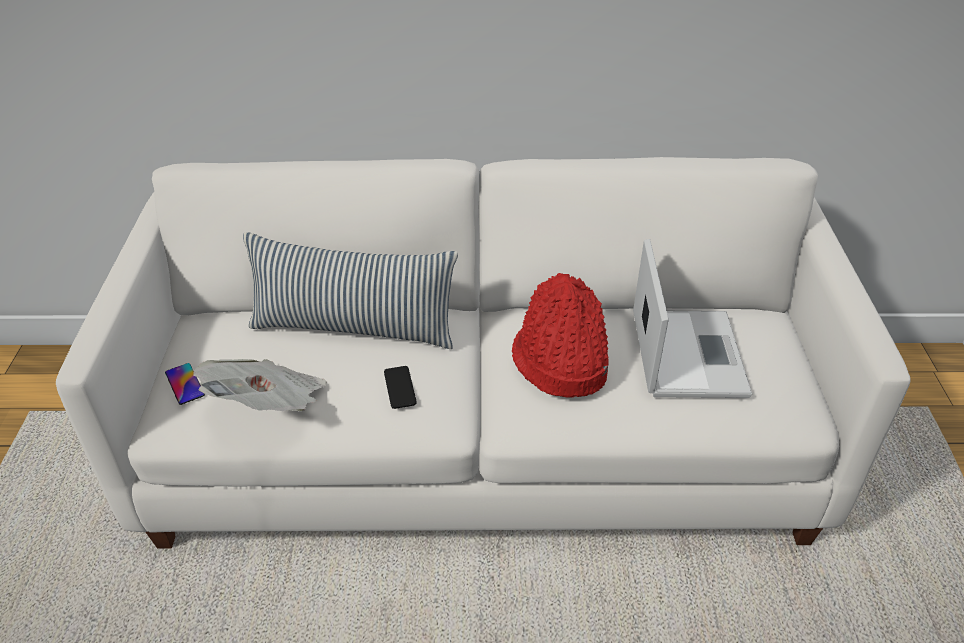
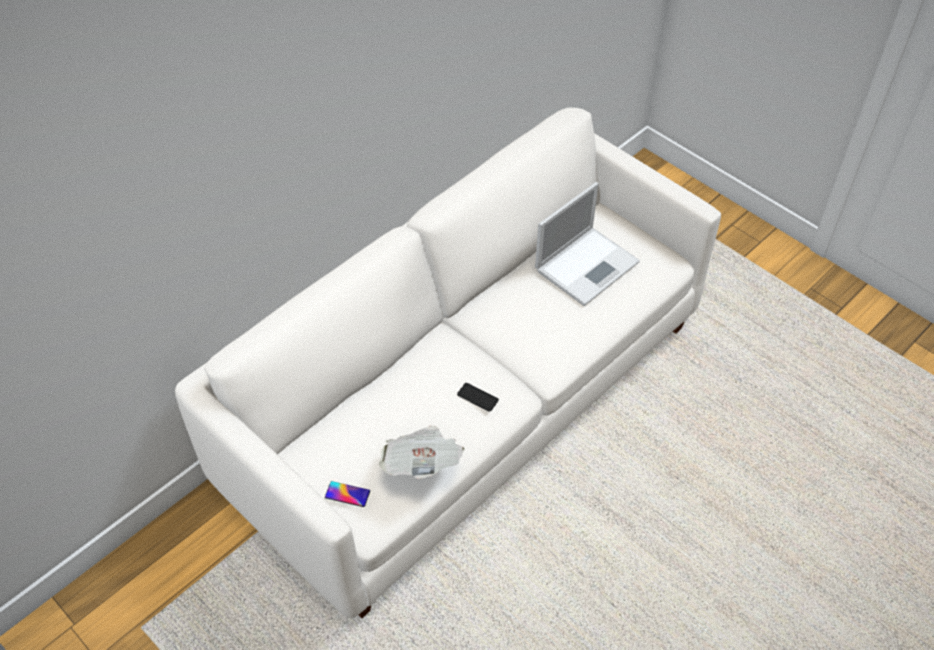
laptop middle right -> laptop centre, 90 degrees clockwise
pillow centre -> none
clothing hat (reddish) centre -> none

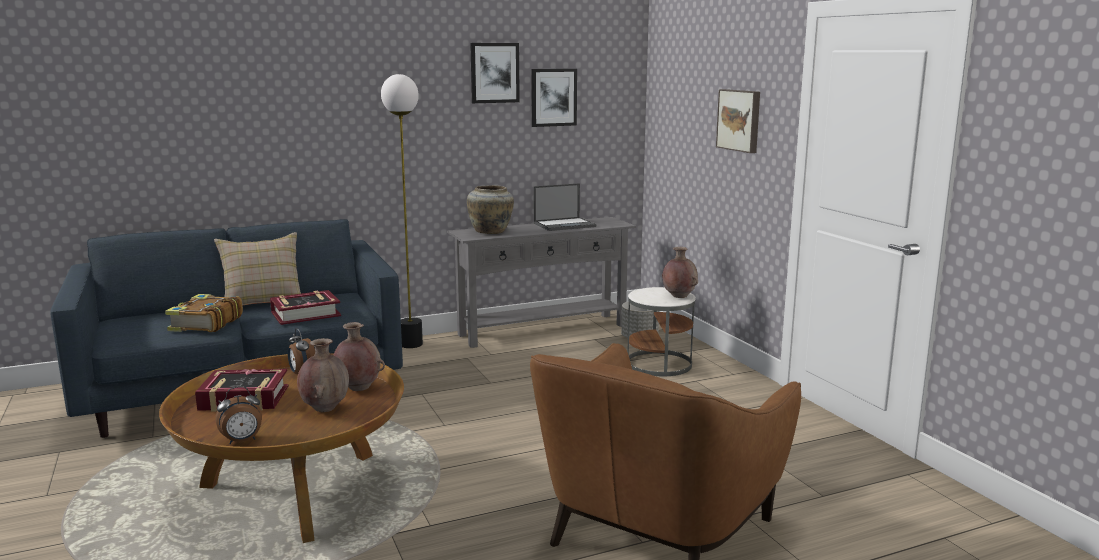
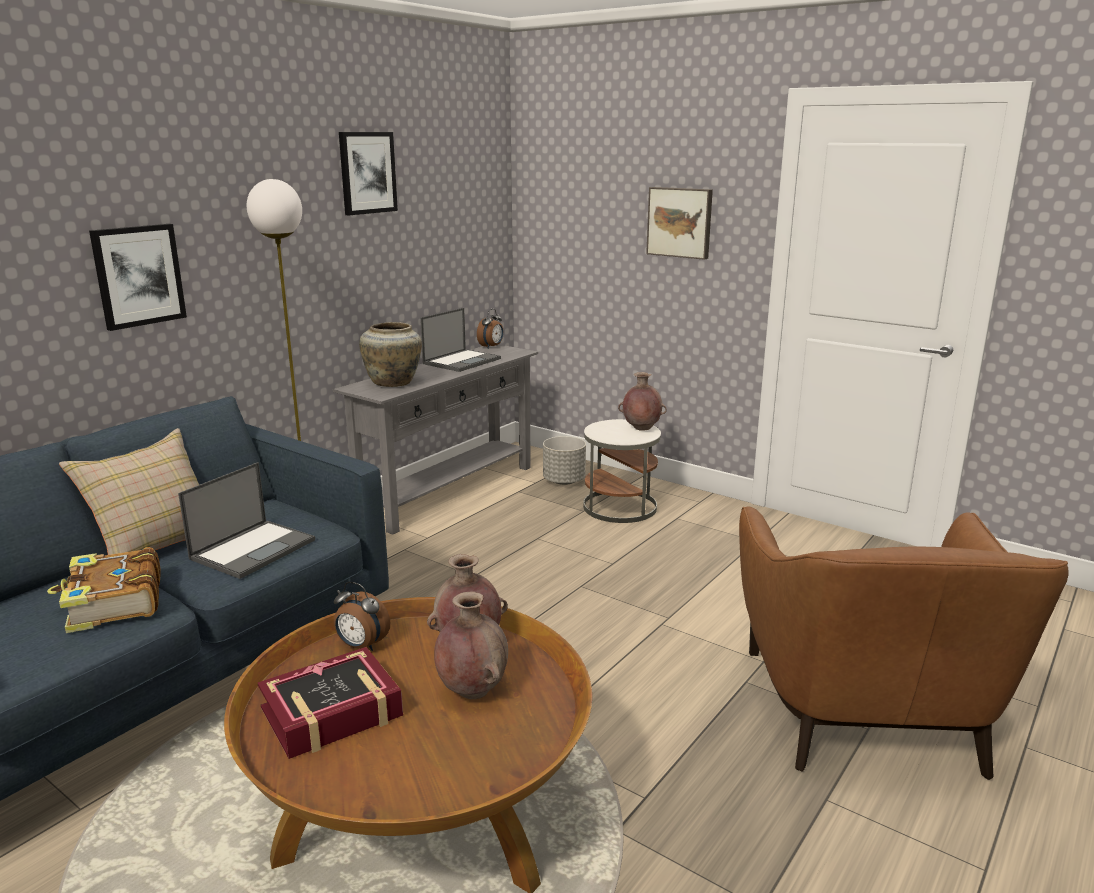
wall picture (2nd from left in the first image) top centre -> wall picture (1st from left) top left, moved
book (3rd from left) middle left -> laptop (1st from left) middle left
table clock (1st from left in the first image) bottom left -> table clock (2nd from left) centre, moved

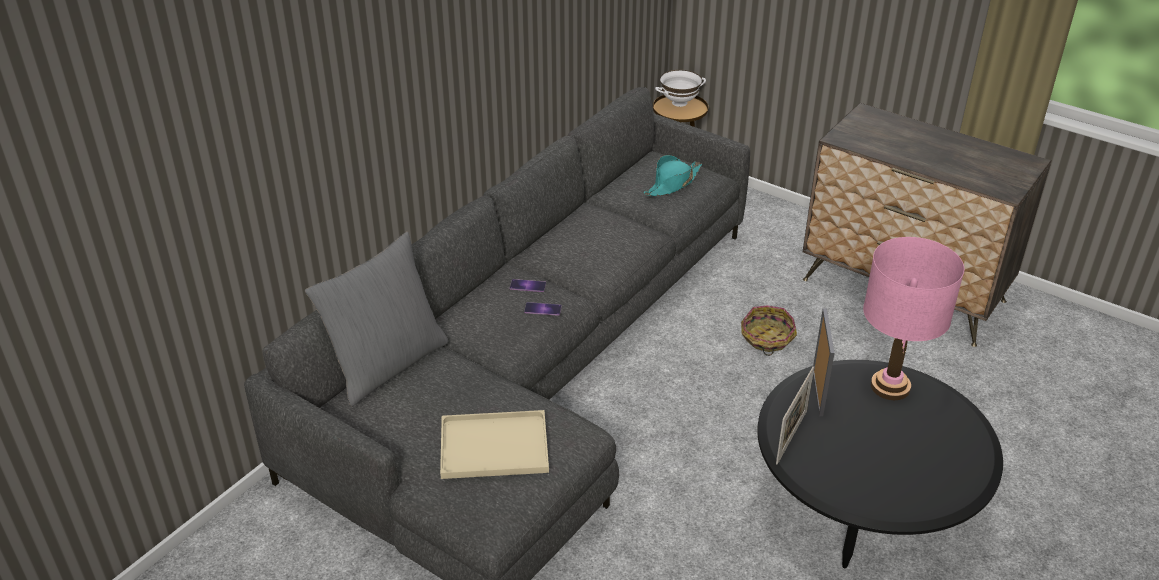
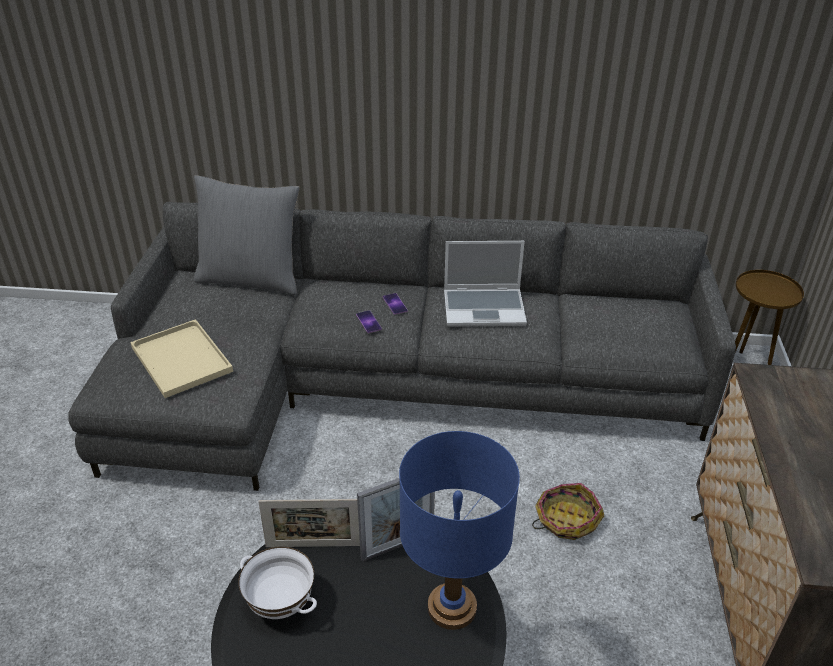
serving bowl (white) top centre -> serving bowl (white) bottom left, moved
tabletop lamp (pink-coloured) middle right -> tabletop lamp (bluish) bottom centre
none -> laptop centre
clothing hat (turquoise) top centre -> none

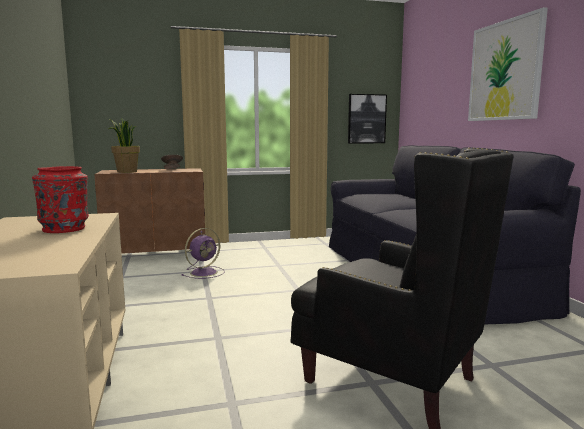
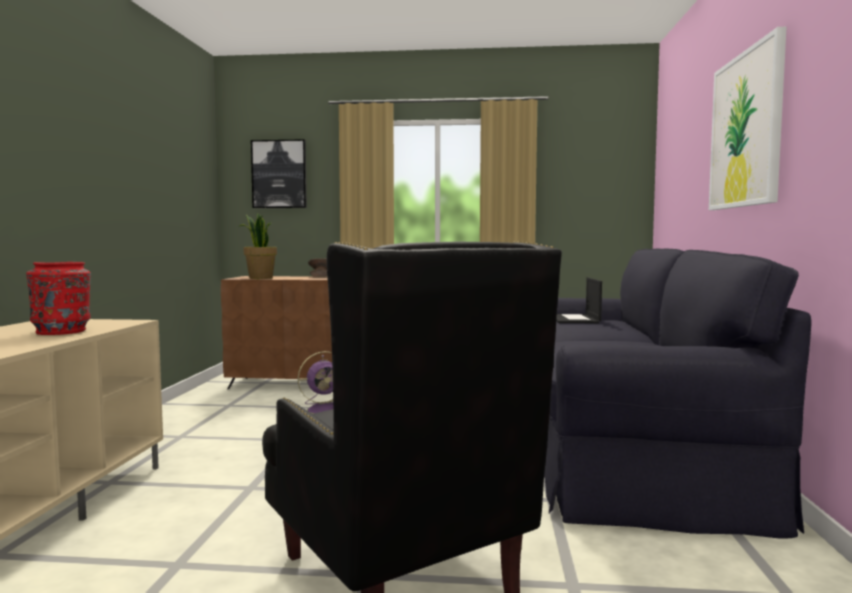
wall picture (1st from left) top centre -> wall picture (1st from left) top left, moved
none -> laptop middle right

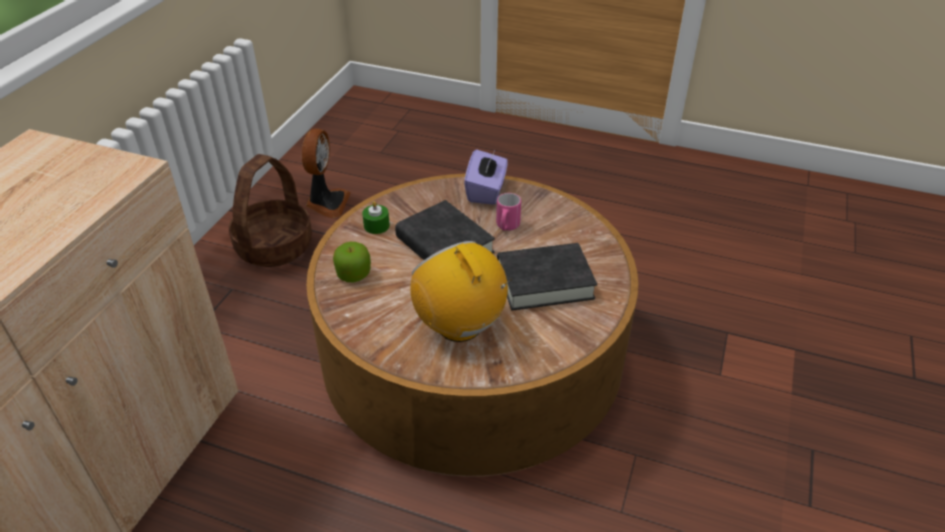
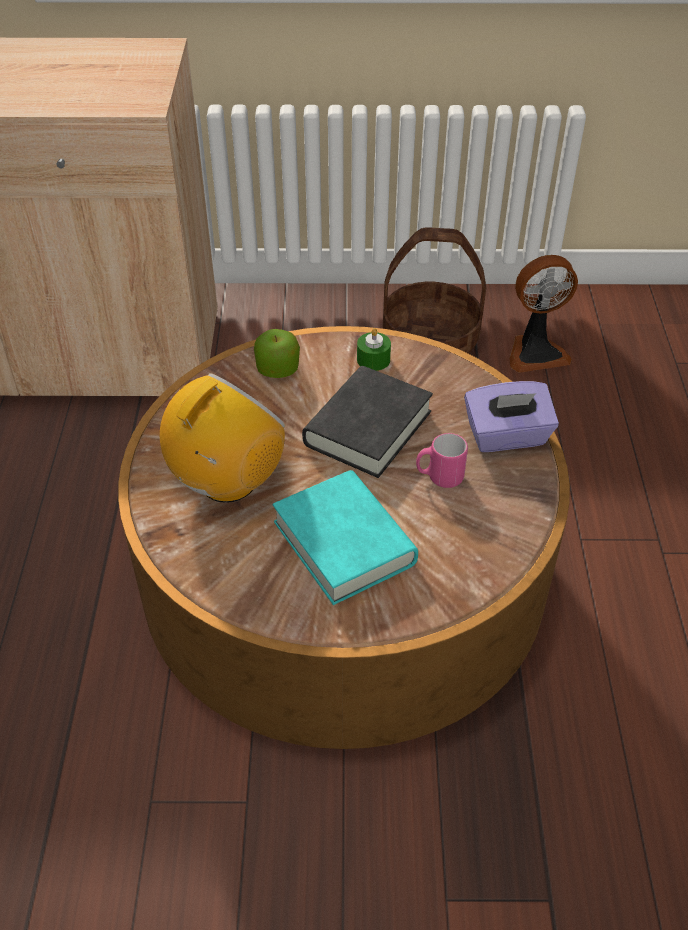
book (blackish) (2nd from left) centre -> book (turquoise) centre

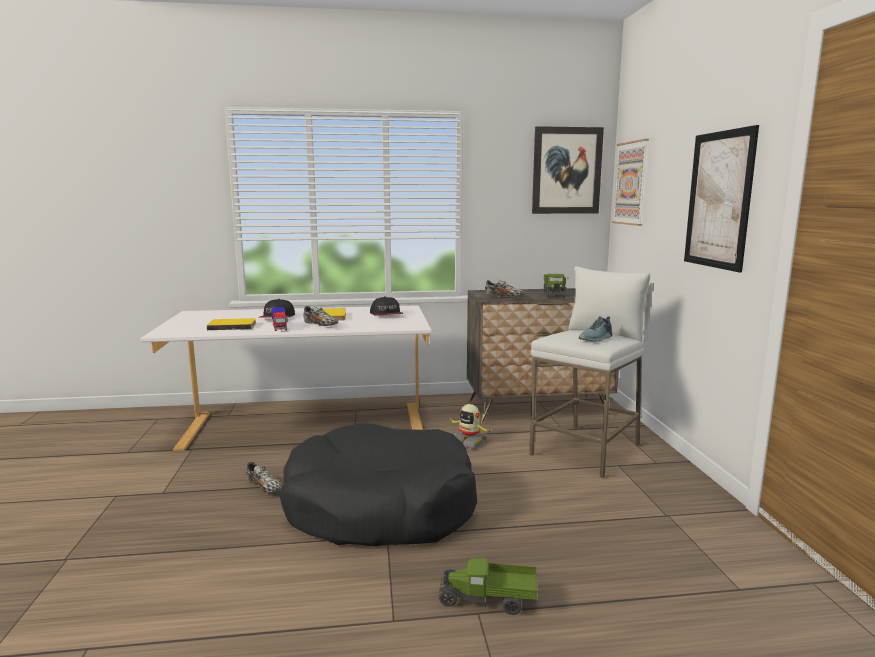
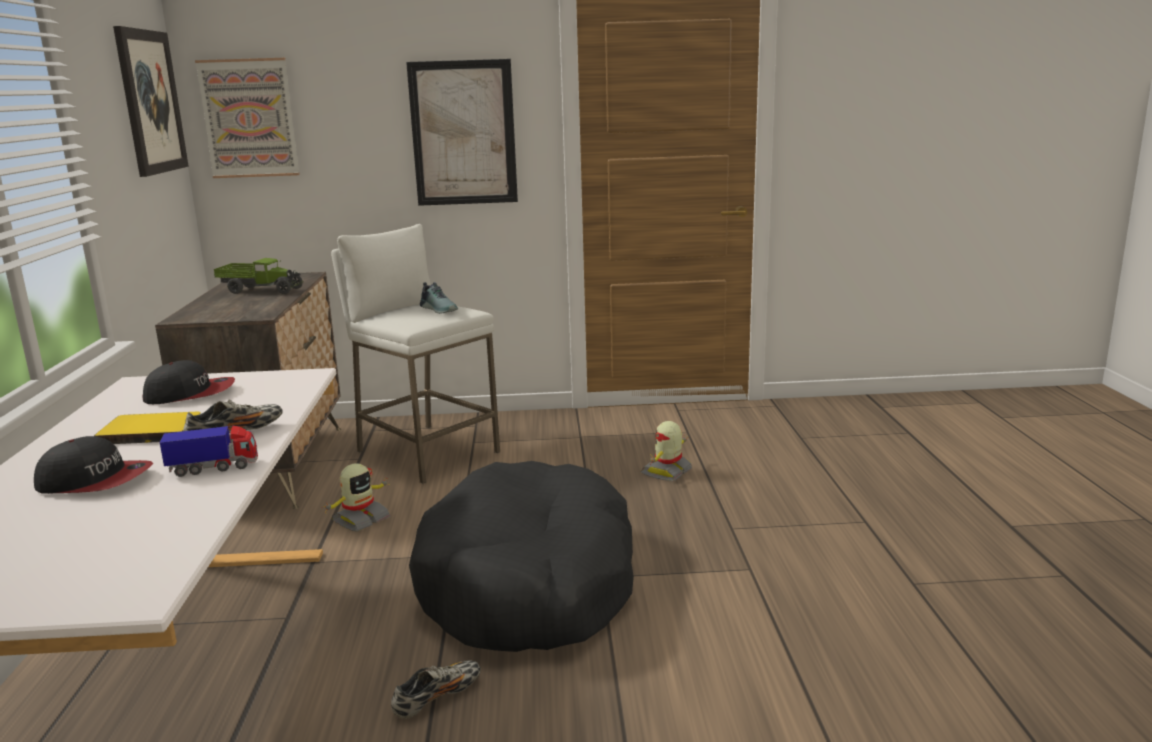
none -> model robot (2nd from left) centre
book (yellow-coloured) (1st from left) middle left -> none
toy truck (2nd from left) bottom centre -> none
low shoe (3rd from left) centre -> none

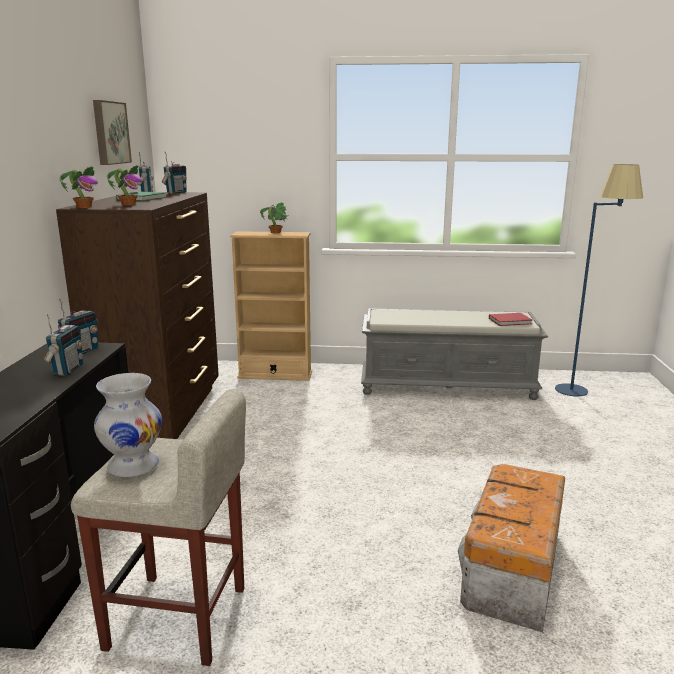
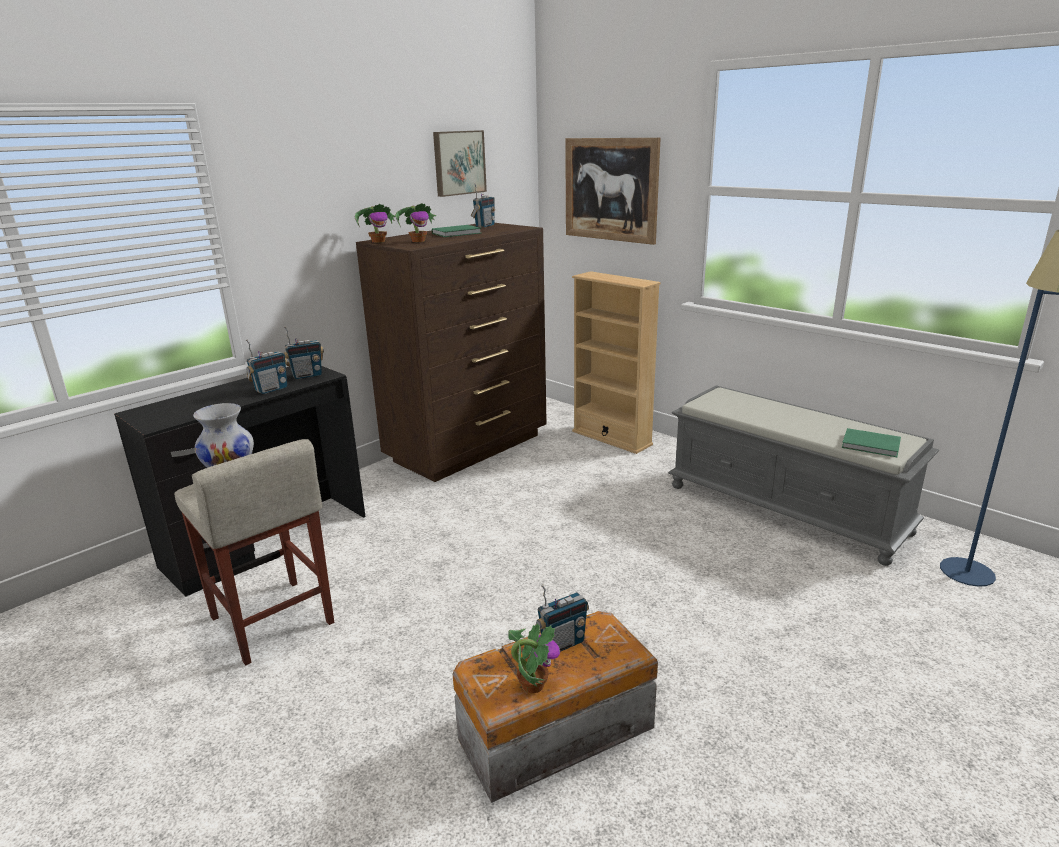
potted plant (3rd from left) top centre -> potted plant (3rd from left) bottom centre, moved
radio receiver (4th from left) top left -> radio receiver (4th from left) bottom centre, moved
none -> wall picture (2nd from left) top centre
book (reddish) middle right -> book (green) (2nd from left) middle right

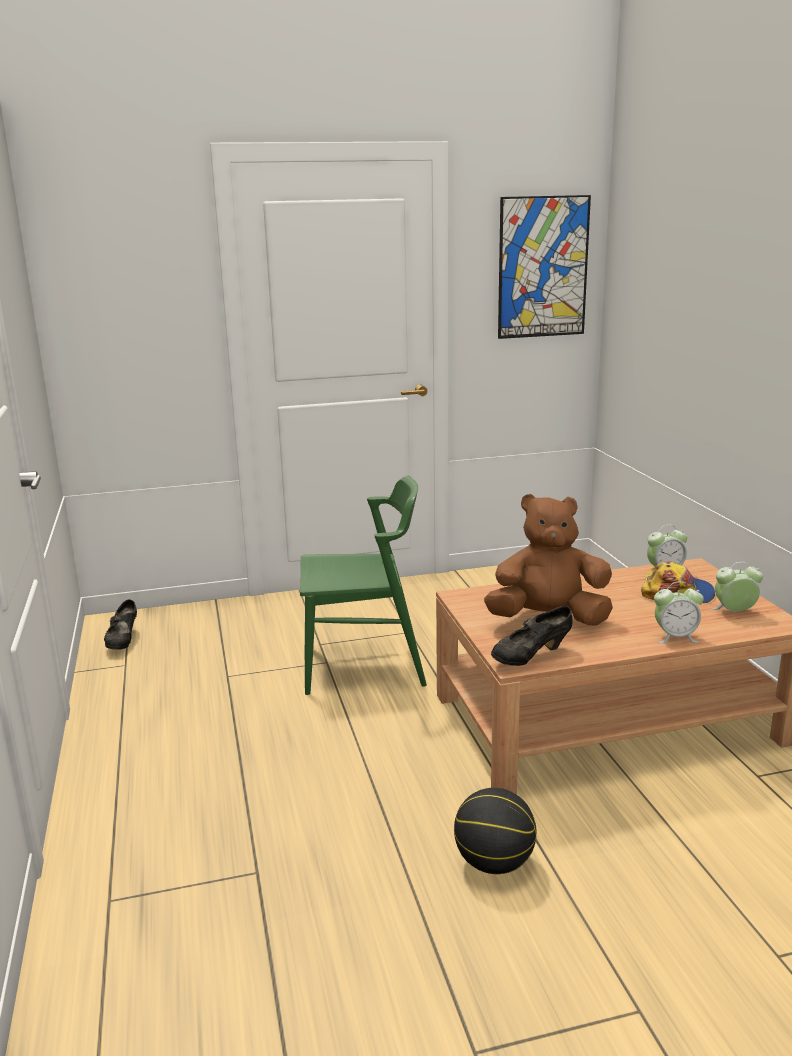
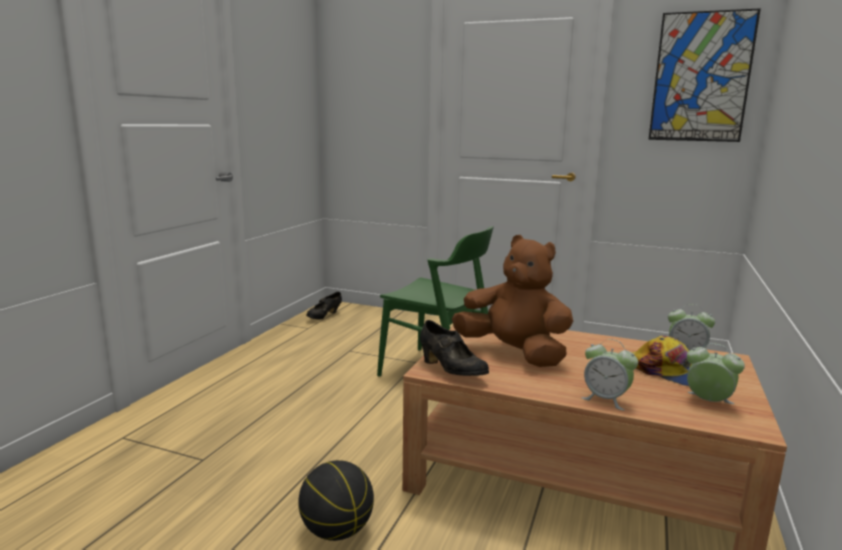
low shoe (blackish) (2nd from left) middle right -> low shoe (blackish) (2nd from left) centre, 135 degrees counterclockwise

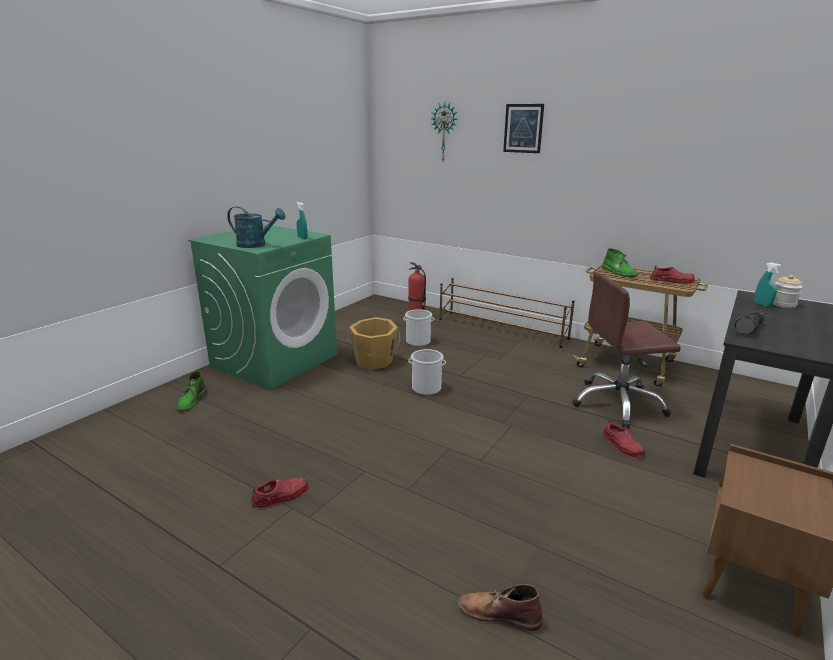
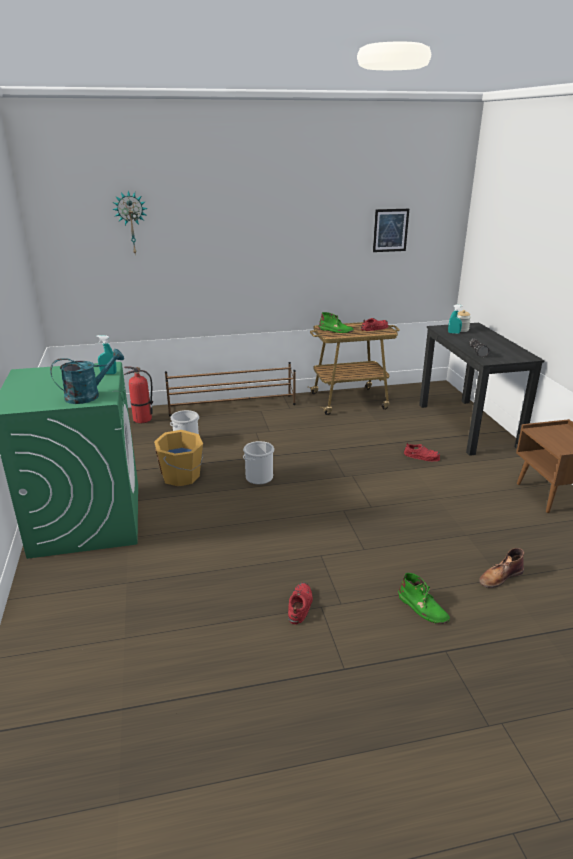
wall picture top centre -> wall picture top right, moved
high-top boot (green) (1st from left in the first image) middle left -> high-top boot (green) (2nd from left) bottom right, moved
office chair (brownish) middle right -> none

